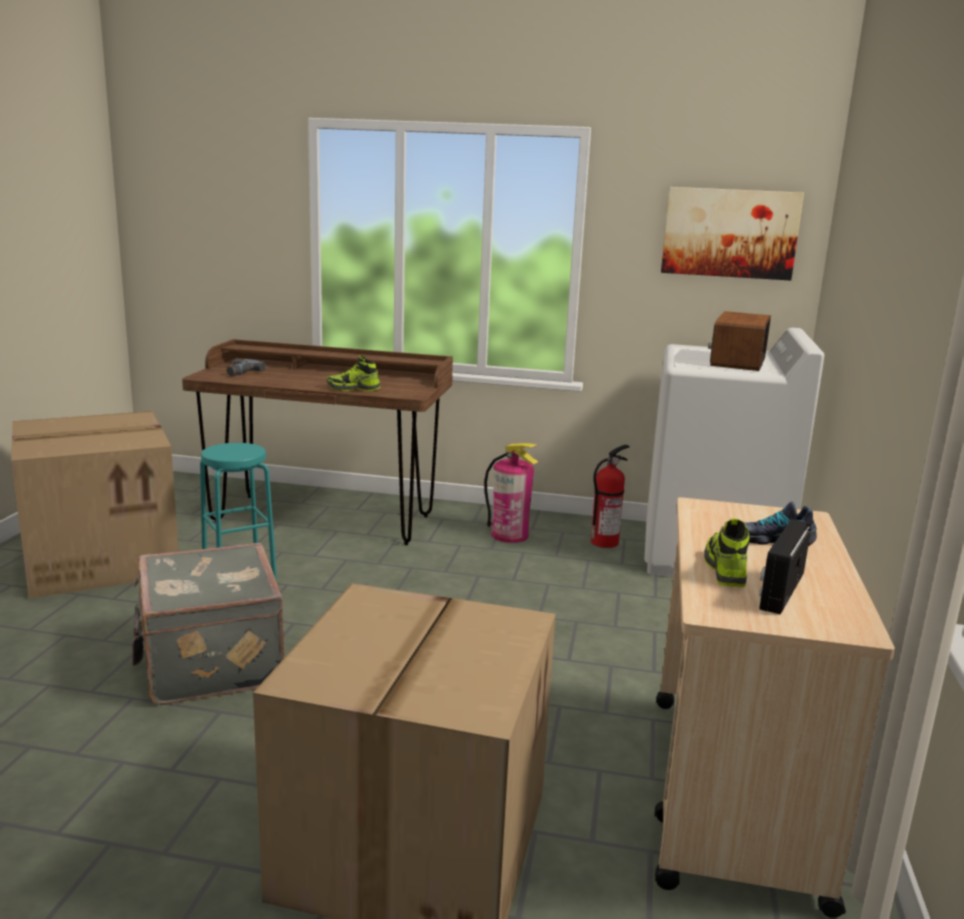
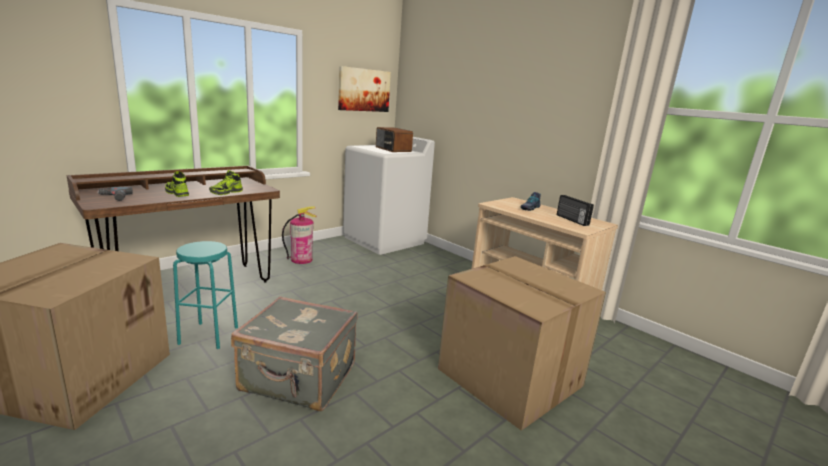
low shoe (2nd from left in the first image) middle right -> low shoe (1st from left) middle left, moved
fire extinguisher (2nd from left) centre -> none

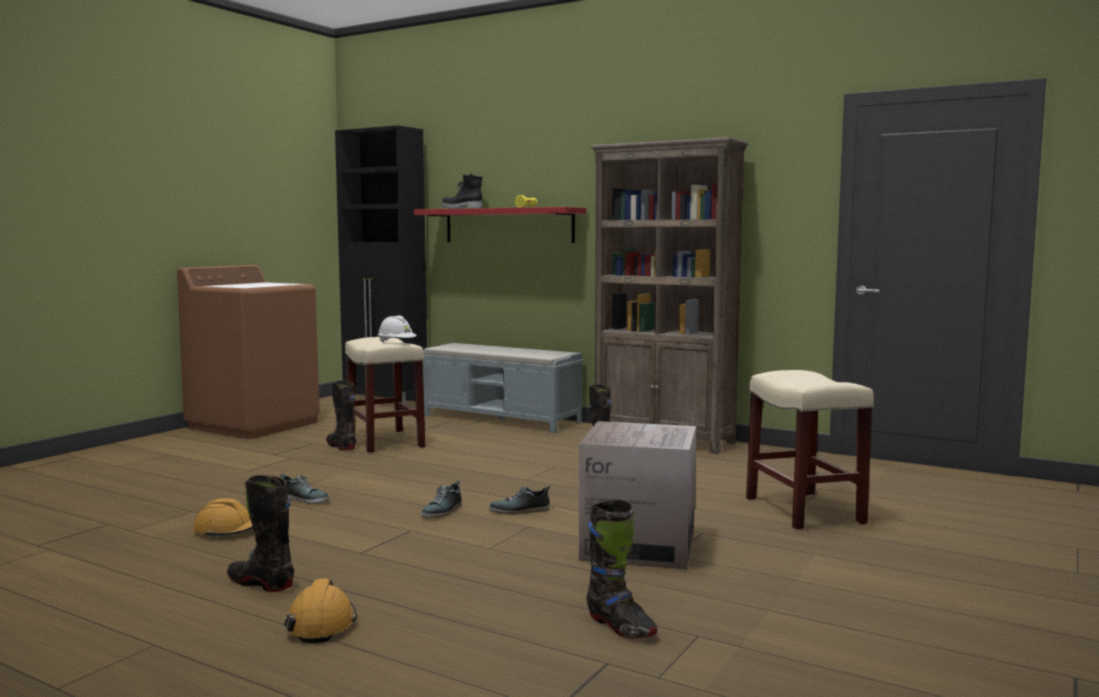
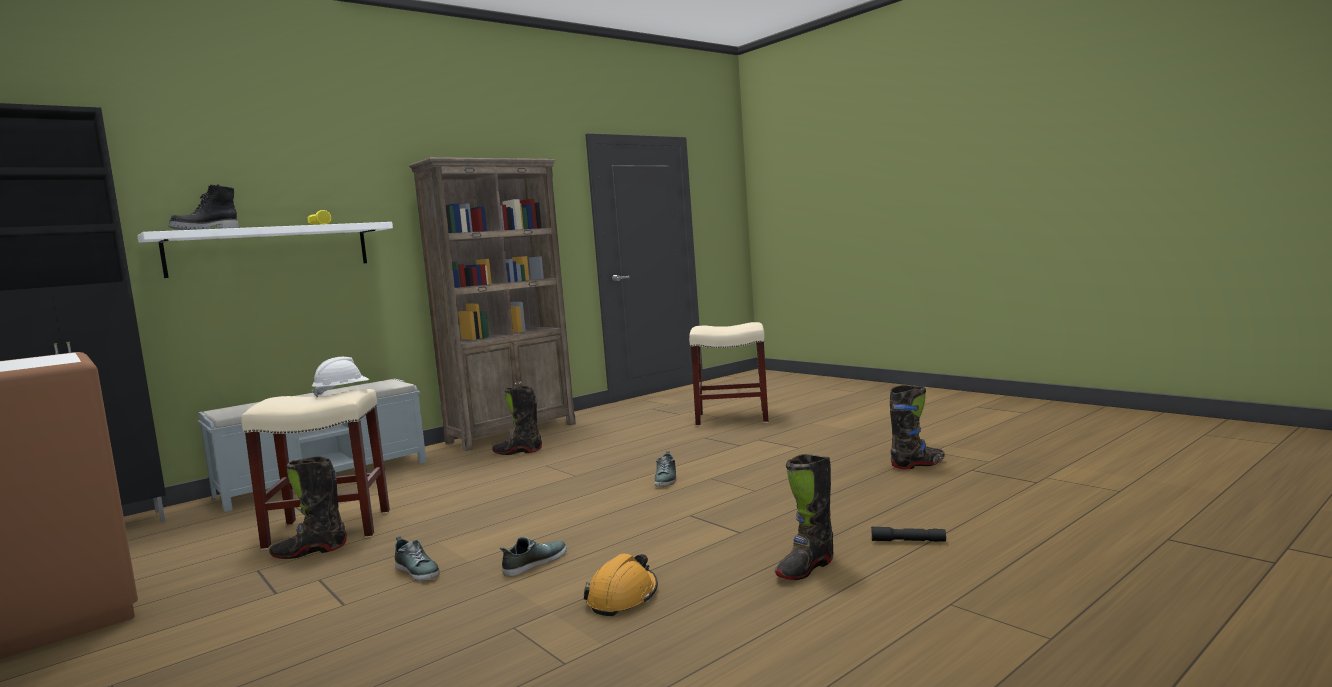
bracket shelf (reddish) top centre -> bracket shelf (white) middle left
low shoe (2nd from left in the first image) bottom centre -> low shoe (1st from left) bottom left, moved
work helmet (orange-coloured) (2nd from left) bottom left -> torch (blackish) bottom right
packing box bottom centre -> none

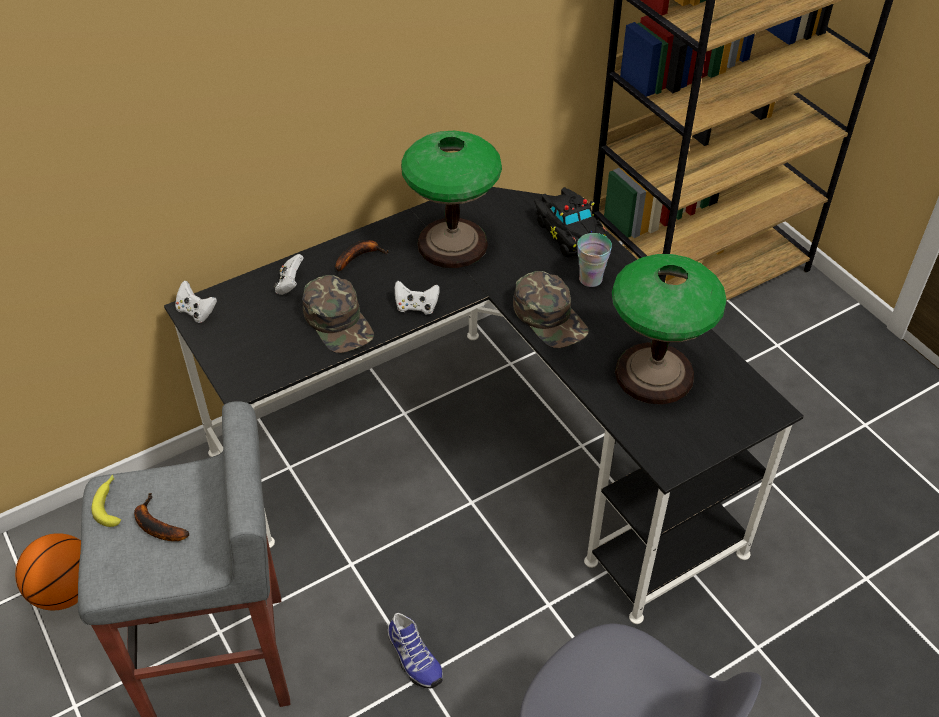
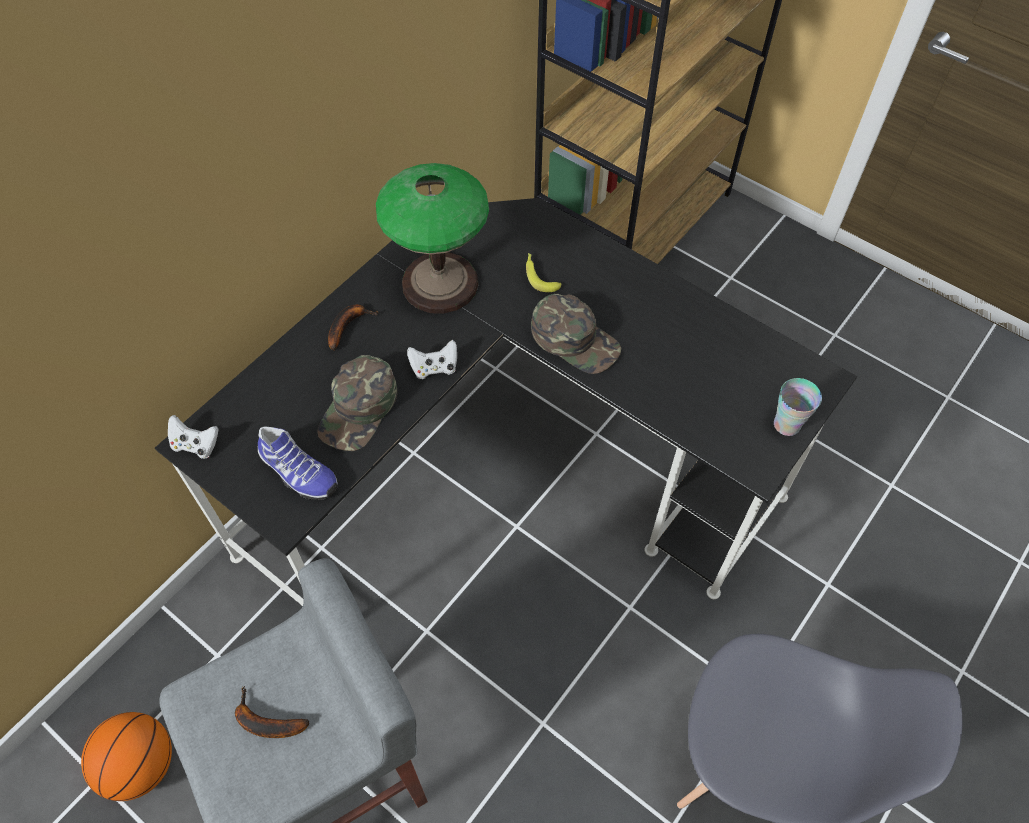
low shoe bottom centre -> low shoe middle left, moved
baseball cap (green) (1st from left) centre, 75 degrees clockwise
banana (1st from left in the first image) bottom left -> banana (3rd from left) top centre, moved
cup centre -> cup middle right, moved
joypad (white) (2nd from left) middle left -> none
model car (blackish) top centre -> none
tabletop lamp (2nd from left) middle right -> none

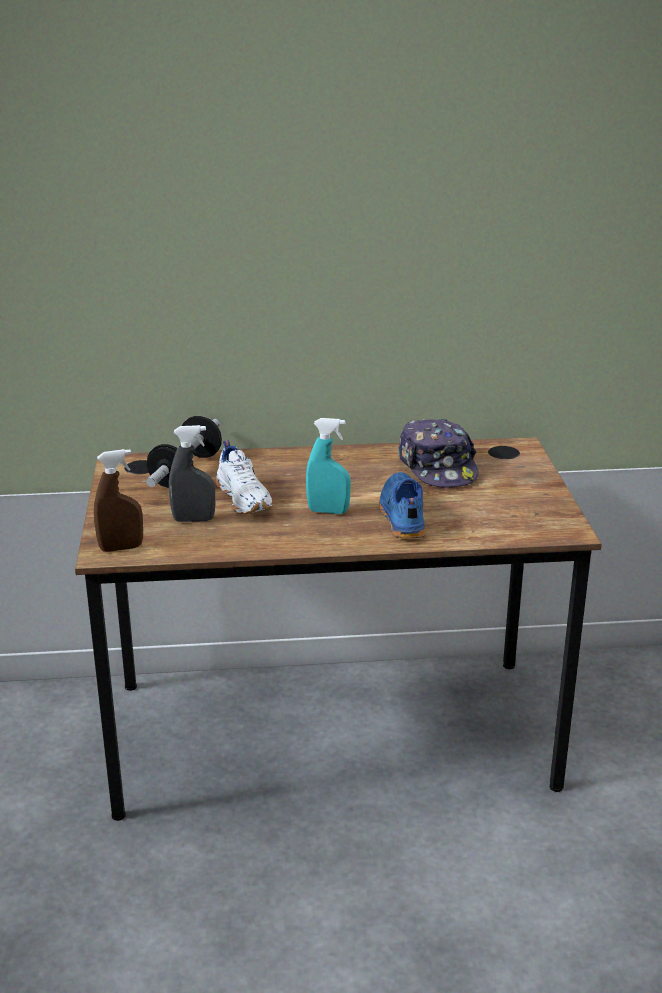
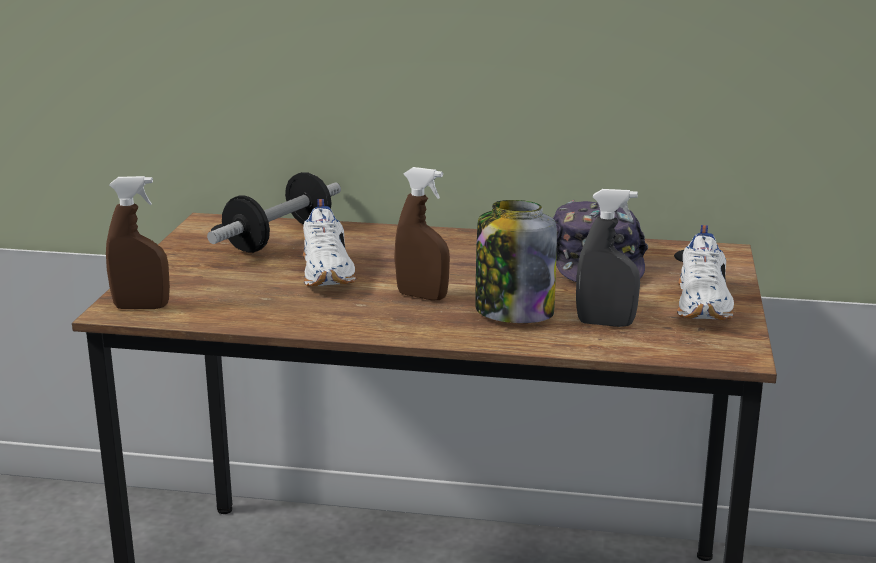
hand sprayer (turquoise) centre -> hand sprayer (brownish) (2nd from left) centre
low shoe (bluish) centre -> storage jar centre
hand sprayer (greyish) middle left -> hand sprayer (greyish) middle right, moved
none -> low shoe (white) (2nd from left) middle right

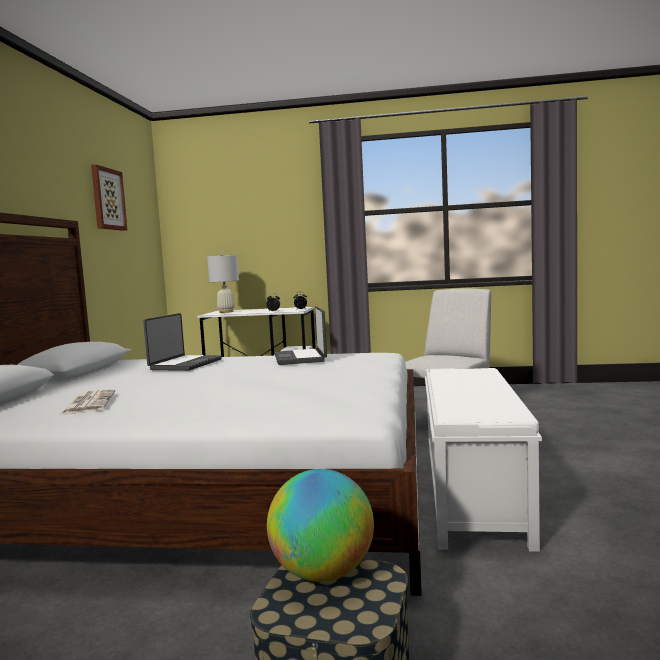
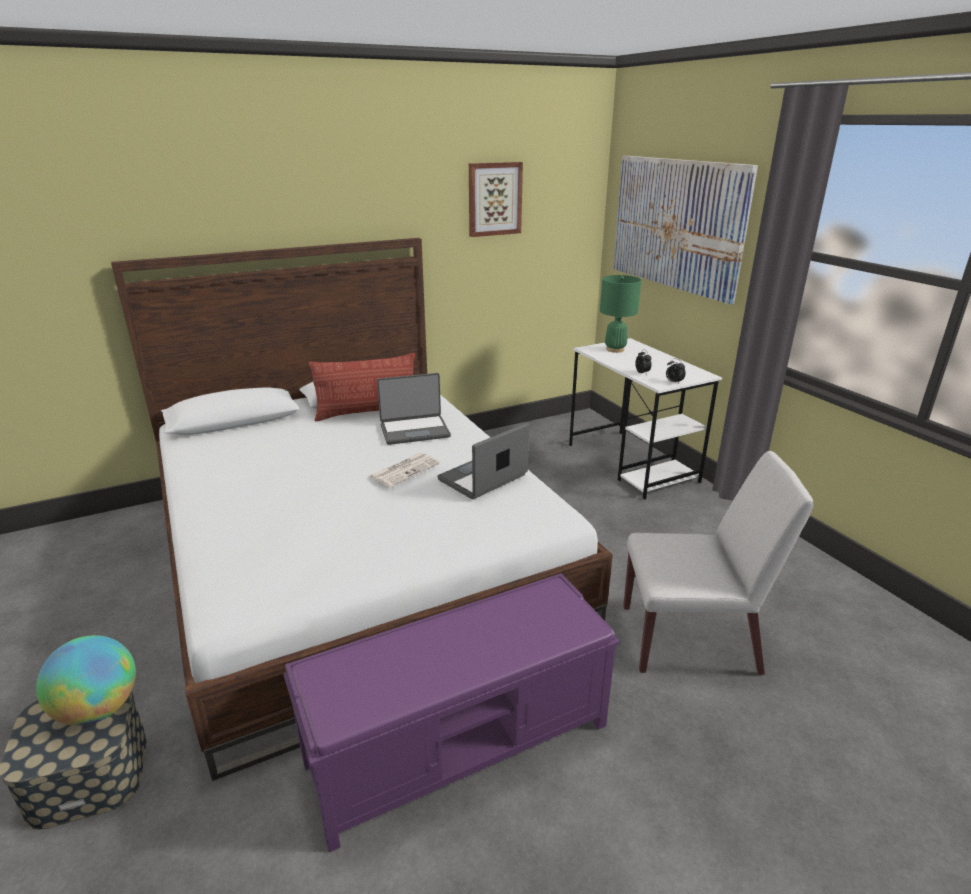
long seat (white) bottom right -> long seat (purple-coloured) bottom centre
none -> pillow centre
printed paper middle left -> printed paper centre, moved
tabletop lamp (white) centre -> tabletop lamp (green) centre
none -> wall picture (2nd from left) top right

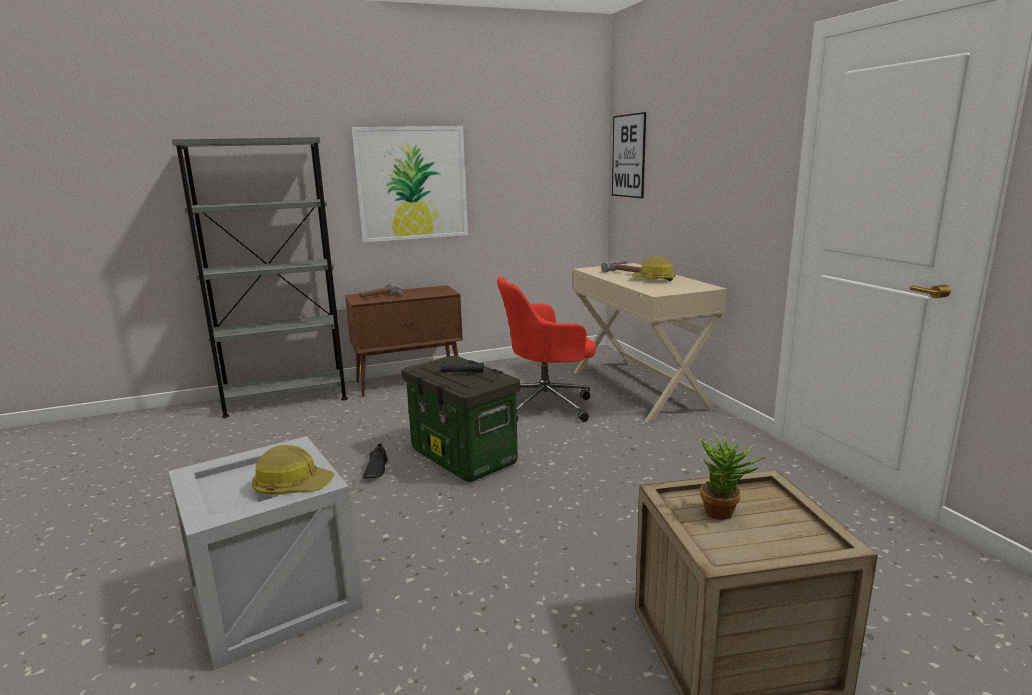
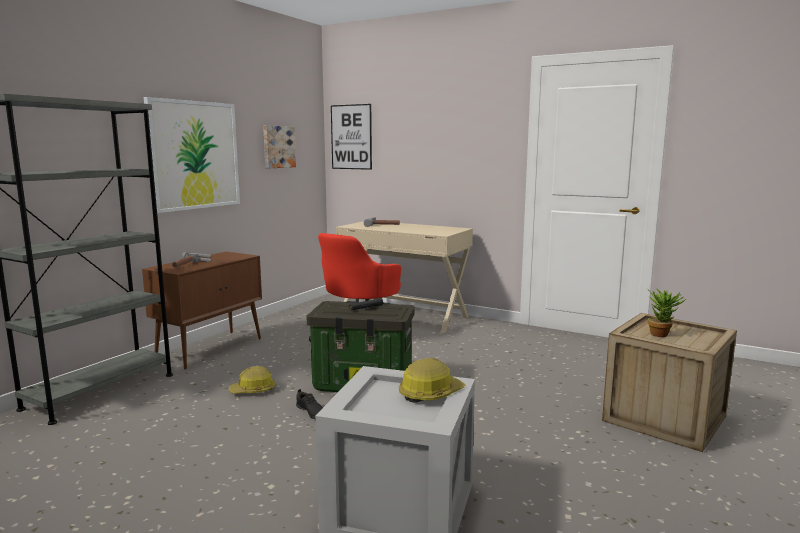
work helmet (2nd from left in the first image) centre -> work helmet (1st from left) bottom left, moved
none -> wall picture (2nd from left) top centre

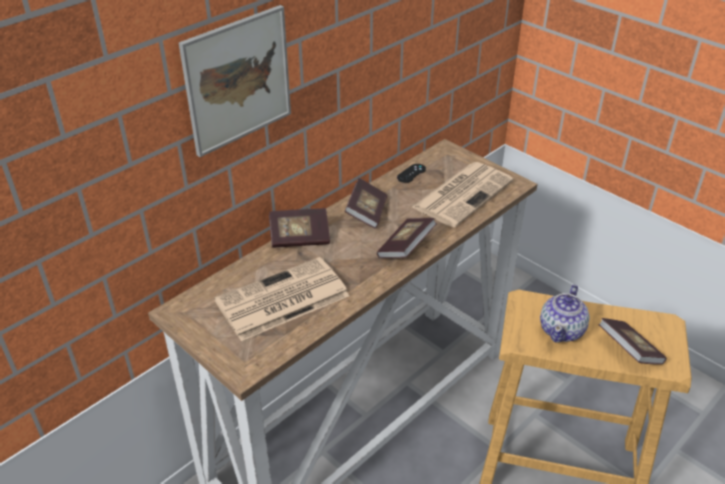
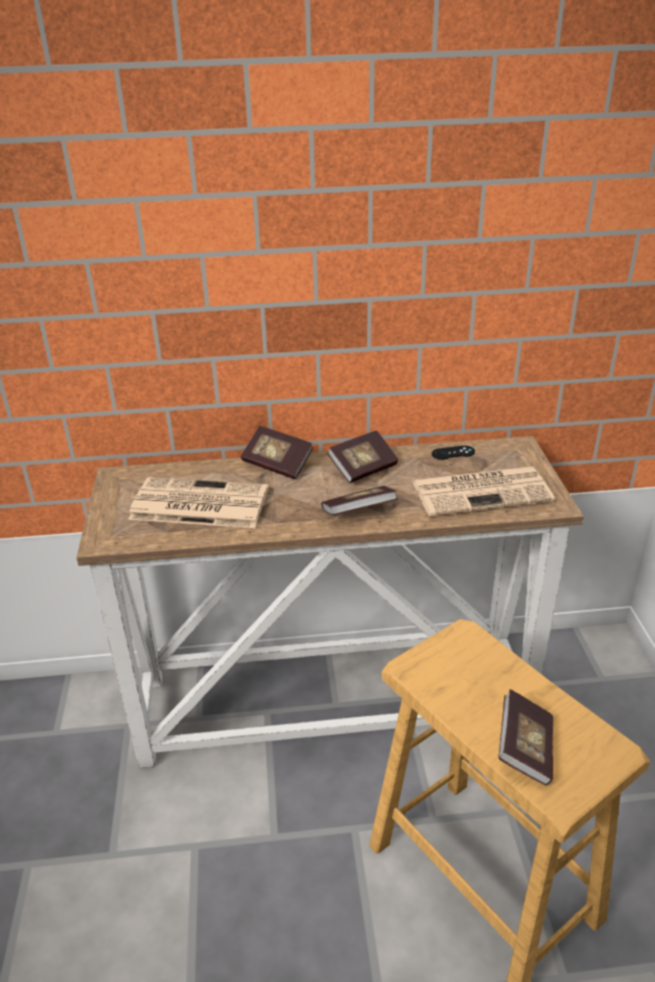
wall picture top left -> none
pot for tea middle right -> none

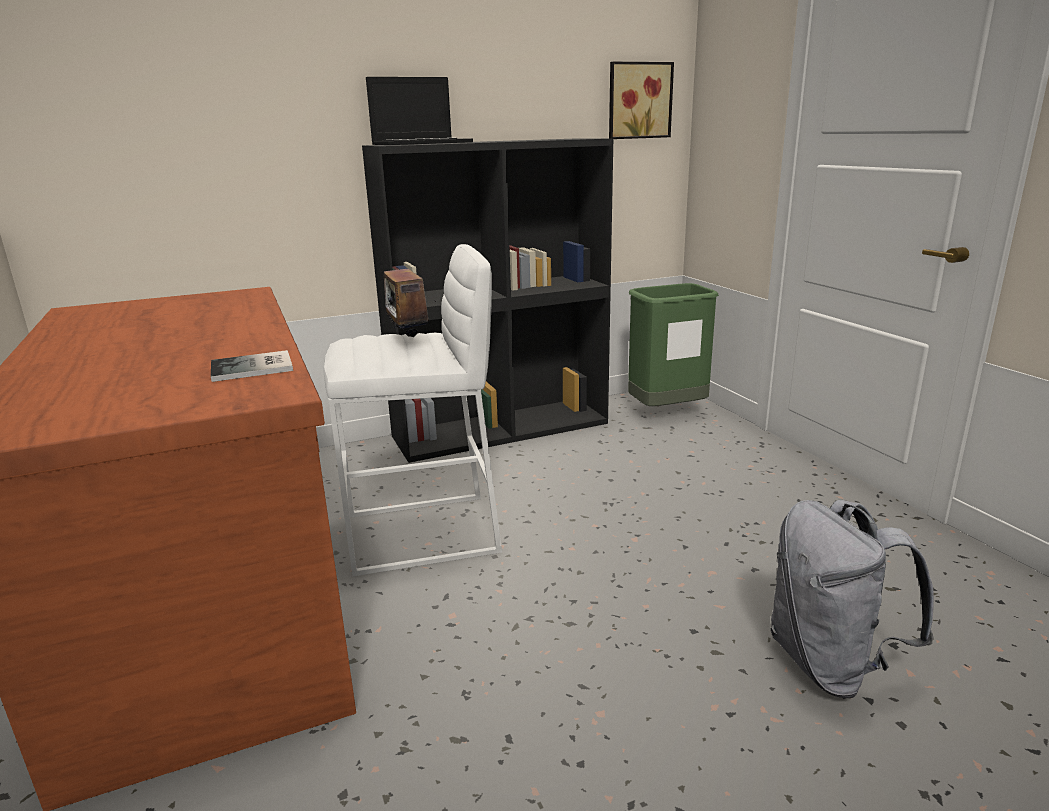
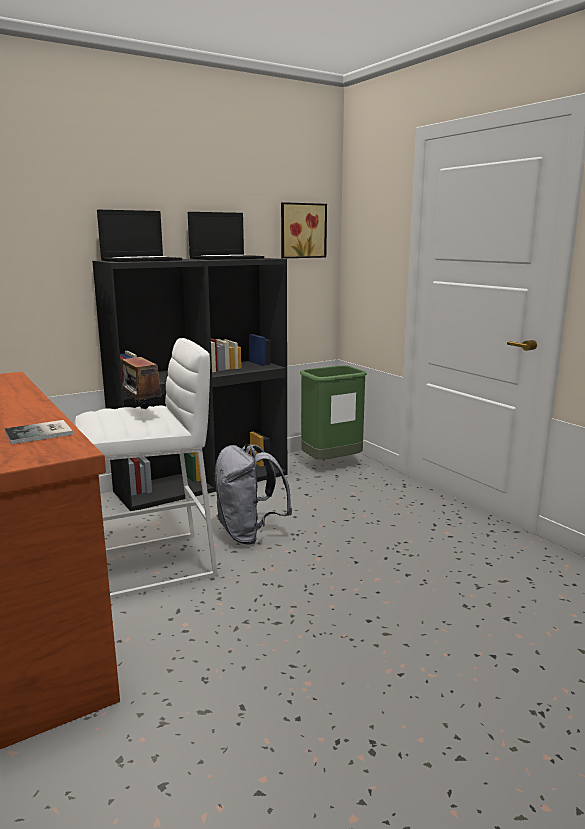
none -> laptop (2nd from left) top centre
backpack (greyish) bottom right -> backpack (greyish) centre, moved

